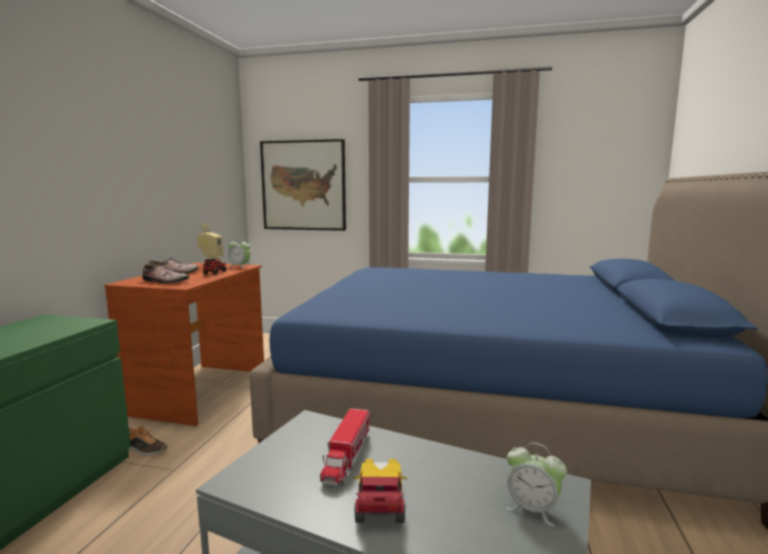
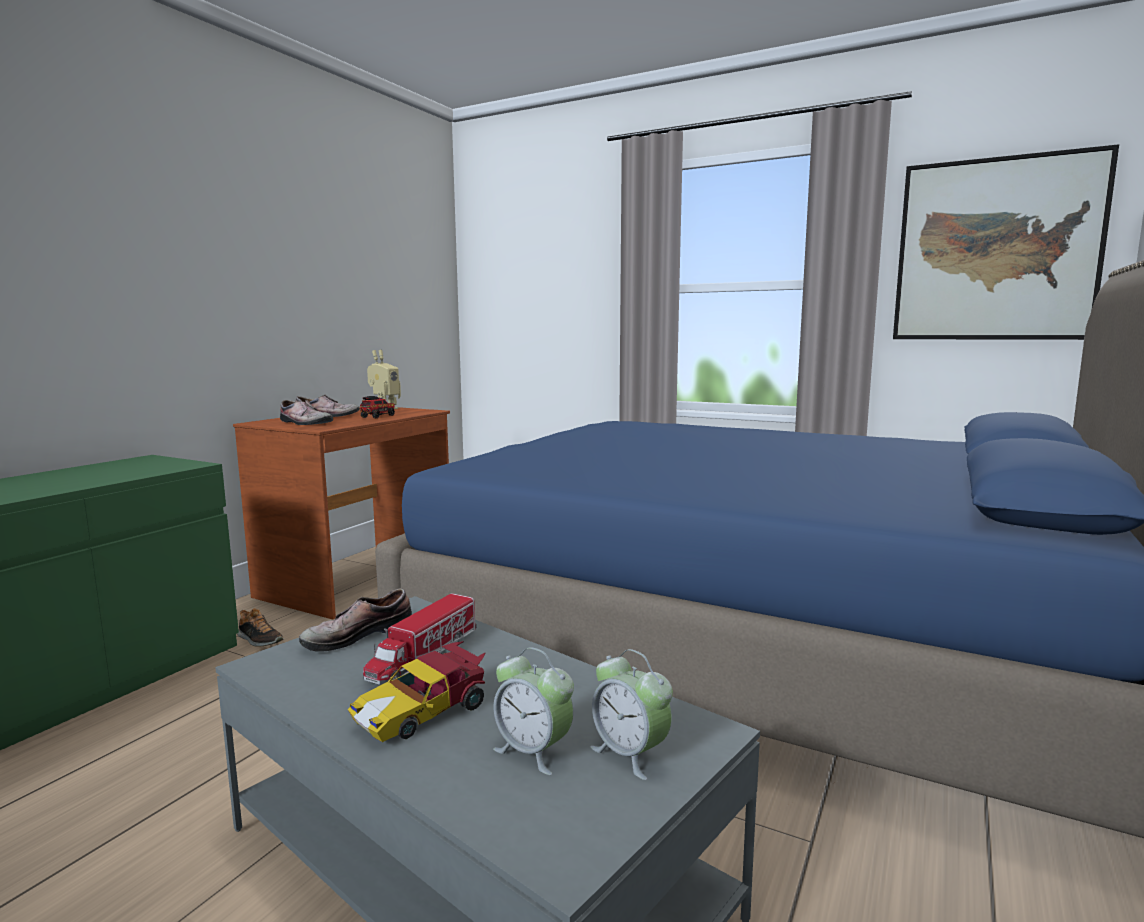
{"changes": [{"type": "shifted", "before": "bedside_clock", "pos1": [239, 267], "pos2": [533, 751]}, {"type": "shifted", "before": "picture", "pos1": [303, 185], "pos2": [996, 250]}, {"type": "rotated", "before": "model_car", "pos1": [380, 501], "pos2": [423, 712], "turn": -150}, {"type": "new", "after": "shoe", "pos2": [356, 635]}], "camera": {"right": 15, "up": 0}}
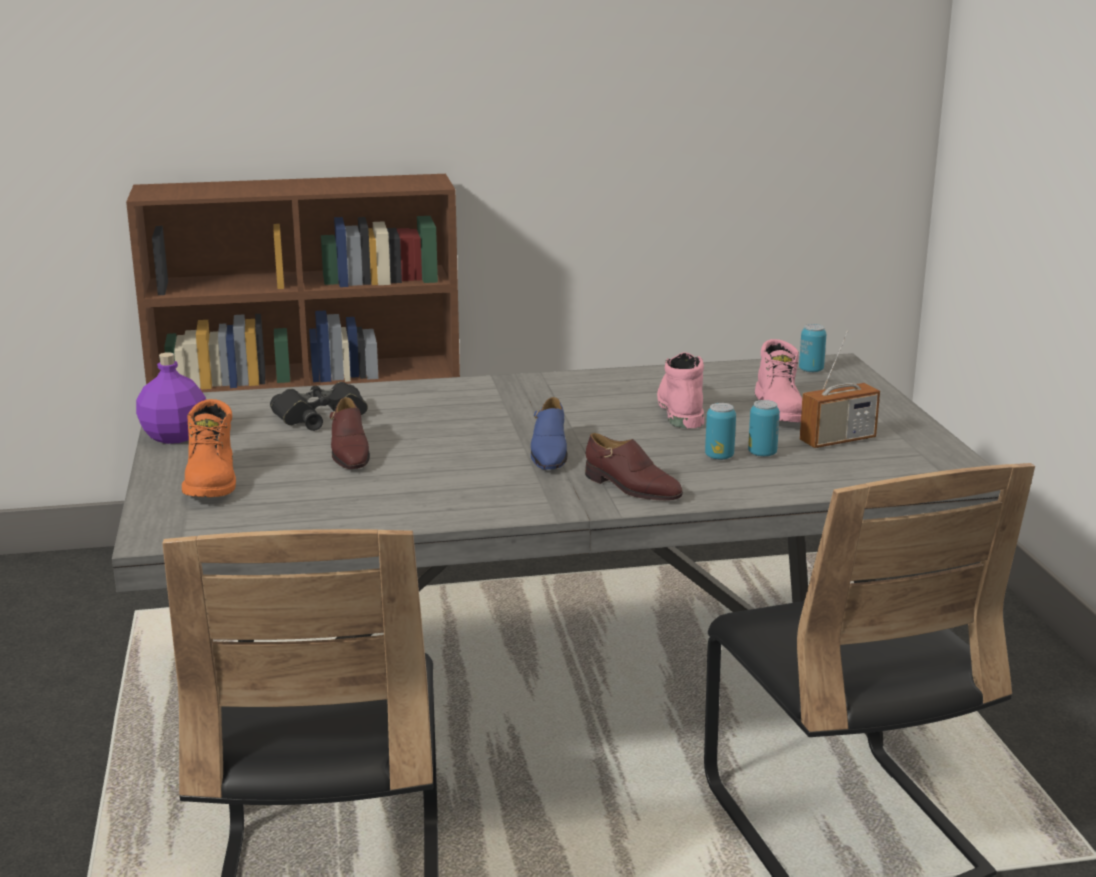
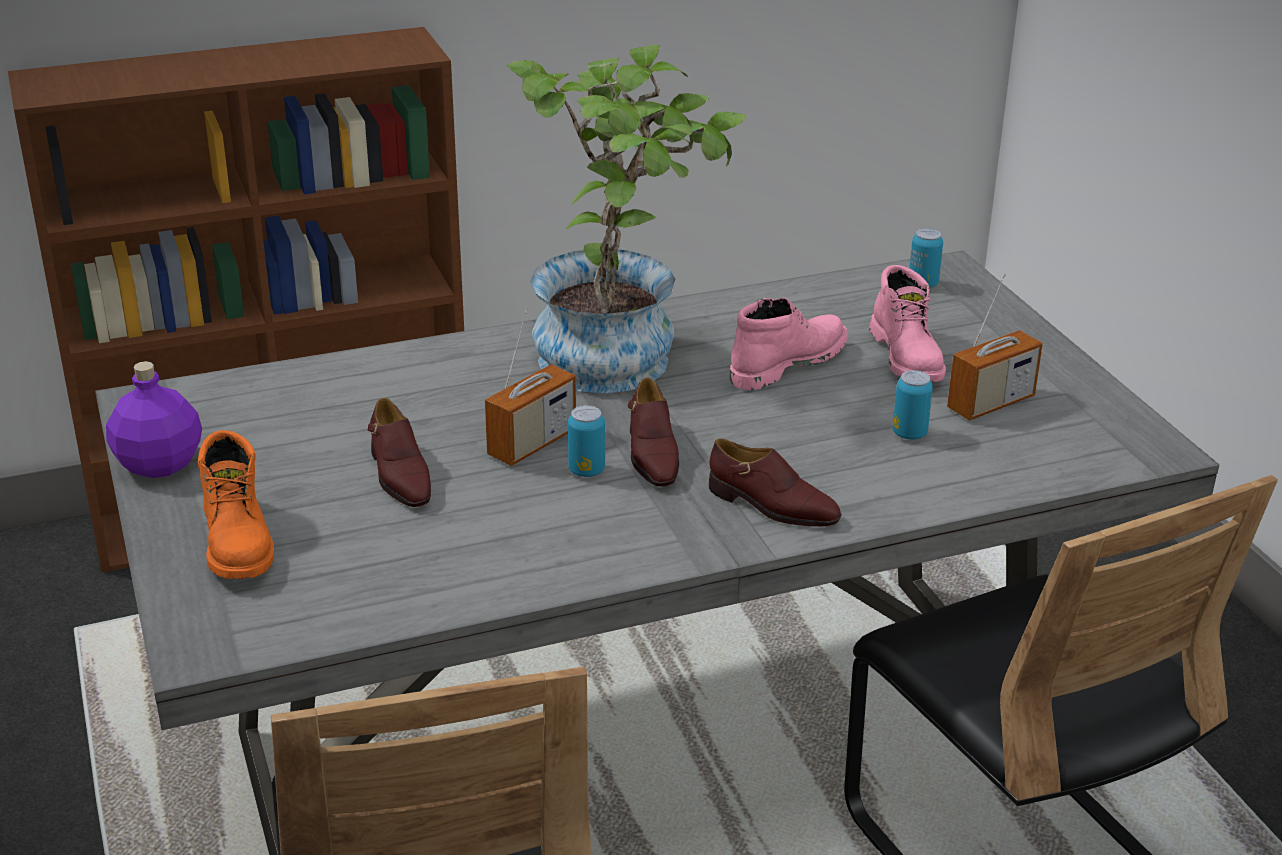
{"changes": [{"type": "gone", "before": "blackish_field_glasses", "pos1": [322, 417]}, {"type": "repainted", "before": "blue_shoe", "after": "brown-coloured_shoe", "pos1": [549, 453], "pos2": [651, 454]}, {"type": "rotated", "before": "pinkish_tall_boot", "pos1": [679, 408], "pos2": [786, 363], "turn": 60}, {"type": "shifted", "before": "can", "pos1": [719, 456], "pos2": [586, 470]}, {"type": "new", "after": "radio_receiver", "pos2": [532, 444]}, {"type": "new", "after": "potted_plant", "pos2": [621, 354]}], "camera": {"right": -10, "up": 10}}
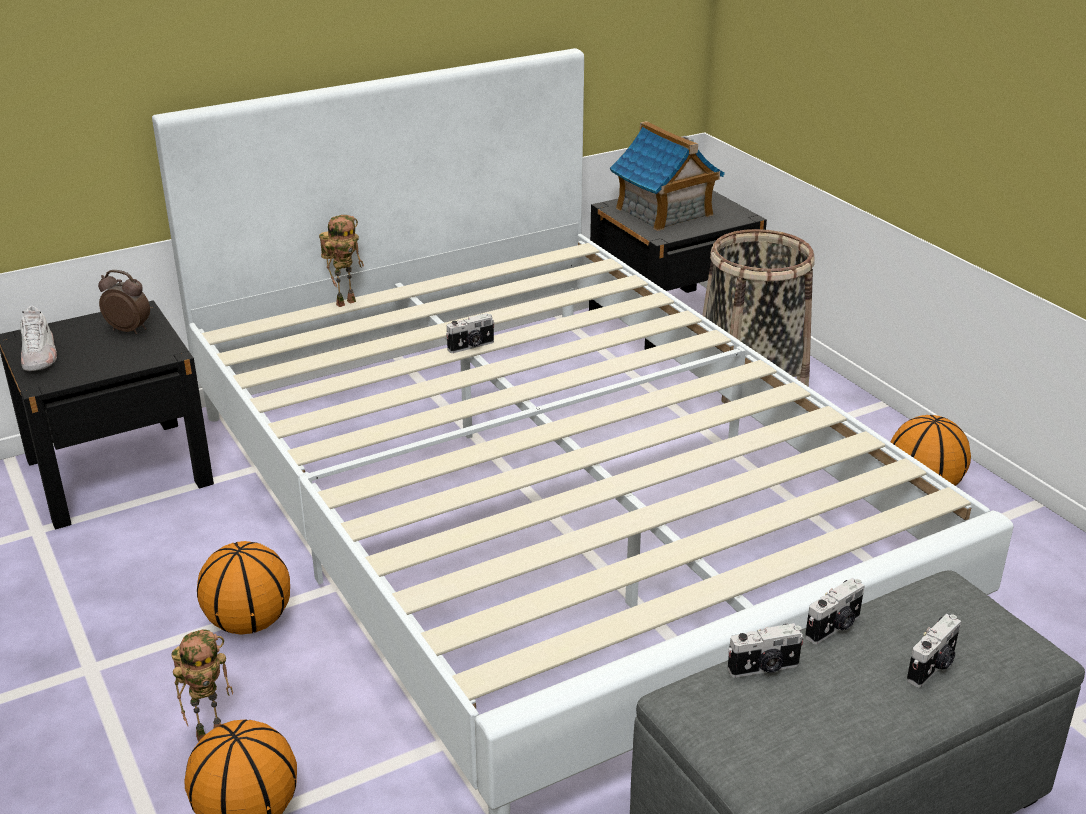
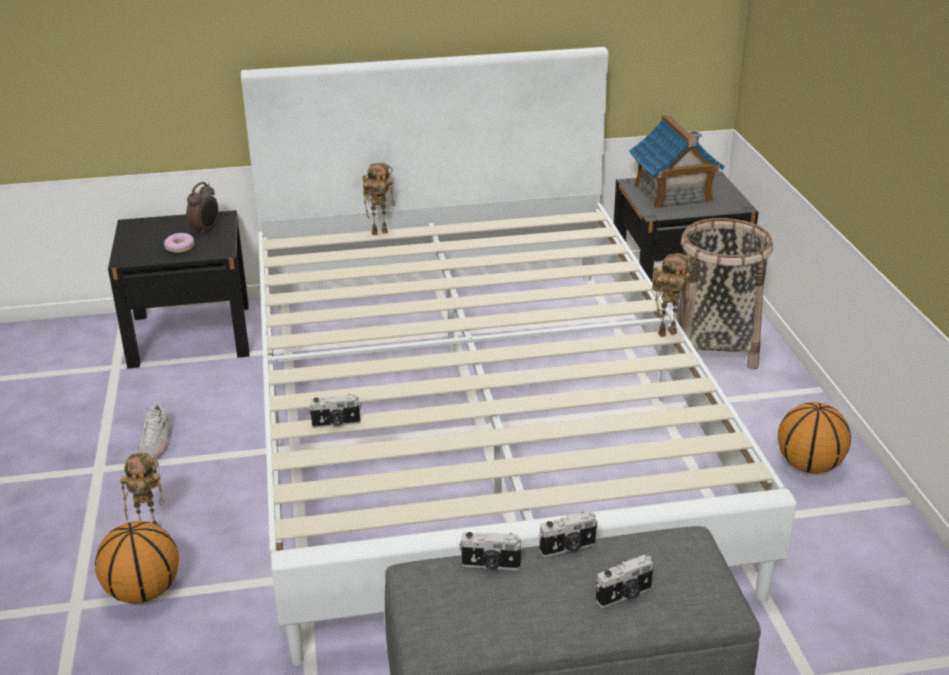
{"changes": [{"type": "shifted", "before": "white-coloured_shoe", "pos1": [39, 355], "pos2": [155, 445]}, {"type": "rotated", "before": "bedside_clock", "pos1": [129, 330], "pos2": [206, 230], "turn": 75}, {"type": "gone", "before": "basketball", "pos1": [248, 623]}, {"type": "shifted", "before": "still_camera", "pos1": [471, 346], "pos2": [336, 424]}, {"type": "new", "after": "donut", "pos2": [179, 247]}, {"type": "new", "after": "robot_figure", "pos2": [667, 332]}], "camera": {"right": 20, "up": 0}}
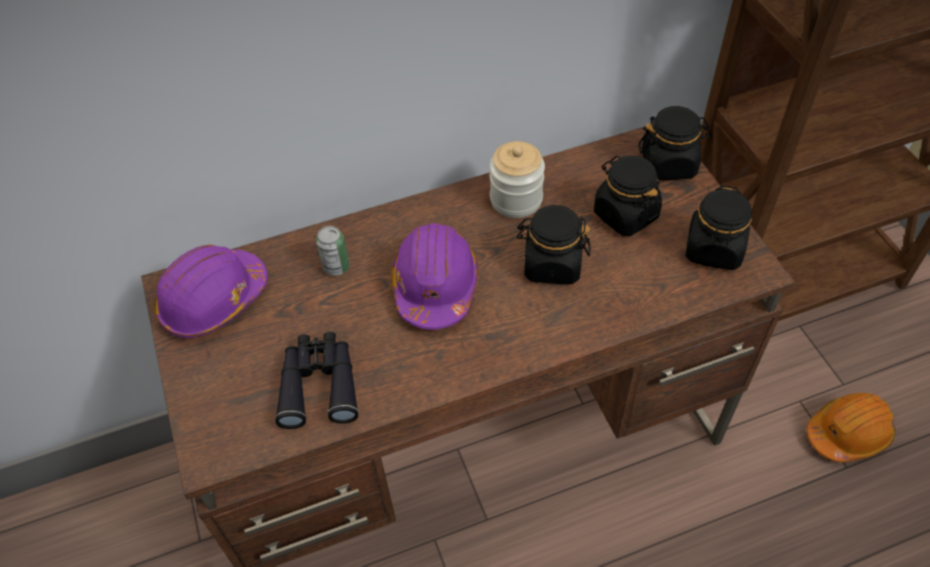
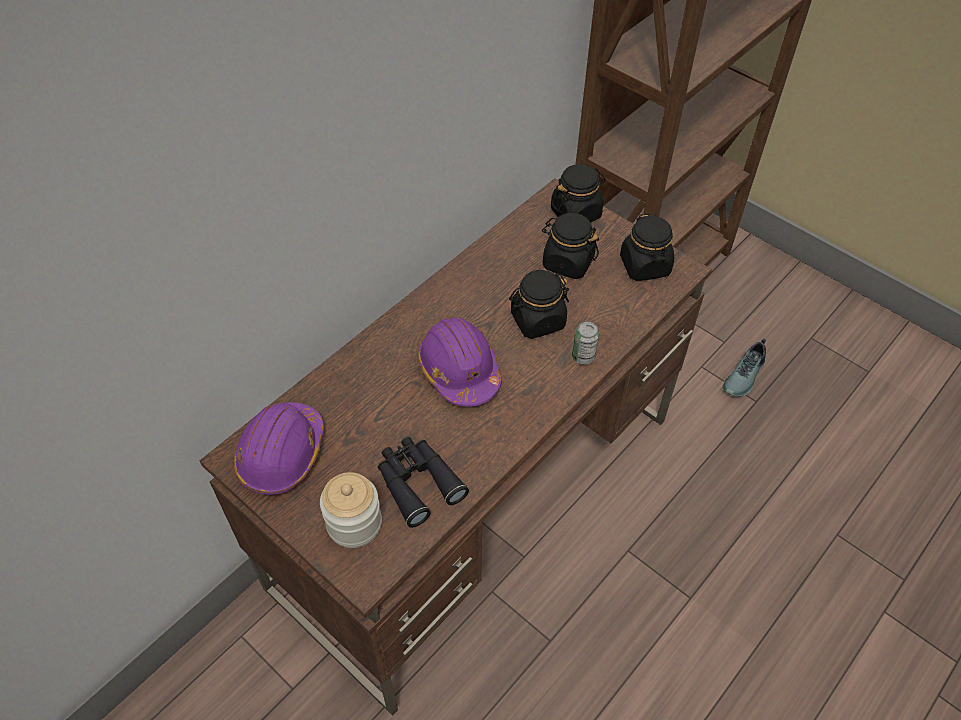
{"changes": [{"type": "shifted", "before": "can", "pos1": [336, 267], "pos2": [583, 357]}, {"type": "shifted", "before": "preserve_jar", "pos1": [516, 199], "pos2": [354, 524]}, {"type": "swapped", "before": "orange-coloured_hard_hat", "after": "shoe", "pos1": [848, 433], "pos2": [745, 376]}], "camera": {"right": -30, "up": 0}}
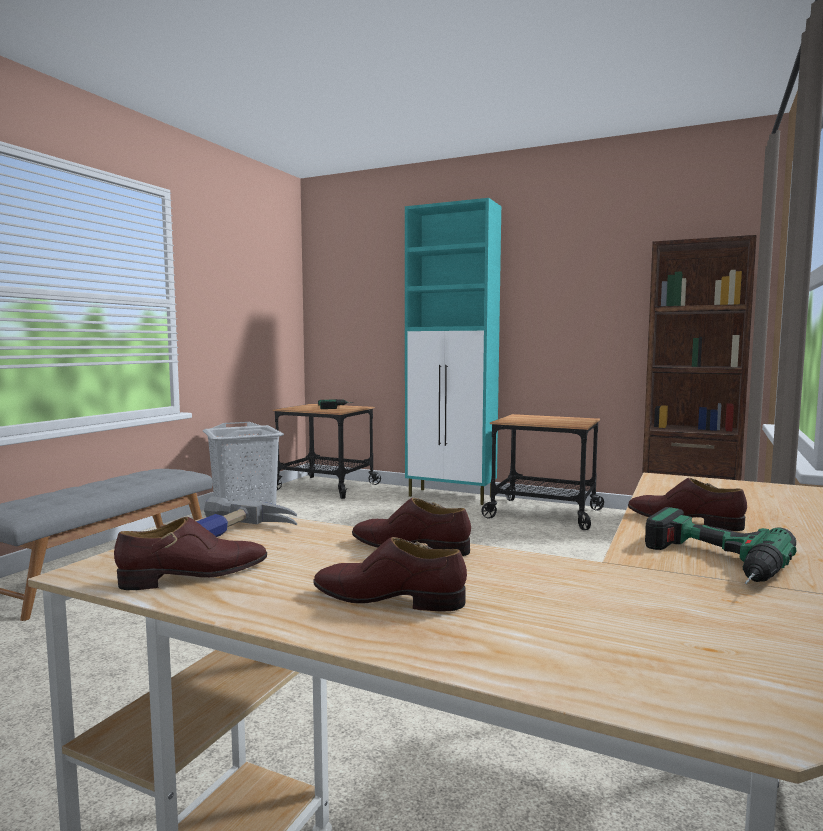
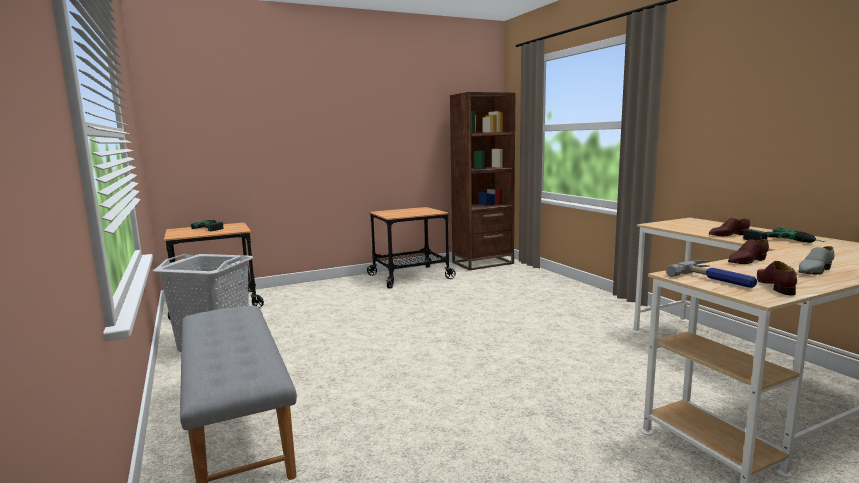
{"changes": [{"type": "repainted", "before": "brown-coloured_shoe", "after": "greyish_shoe", "pos1": [388, 598], "pos2": [814, 271]}, {"type": "gone", "before": "turquoise_storage_cabinet", "pos1": [452, 497]}], "camera": {"right": -50, "up": 5}}
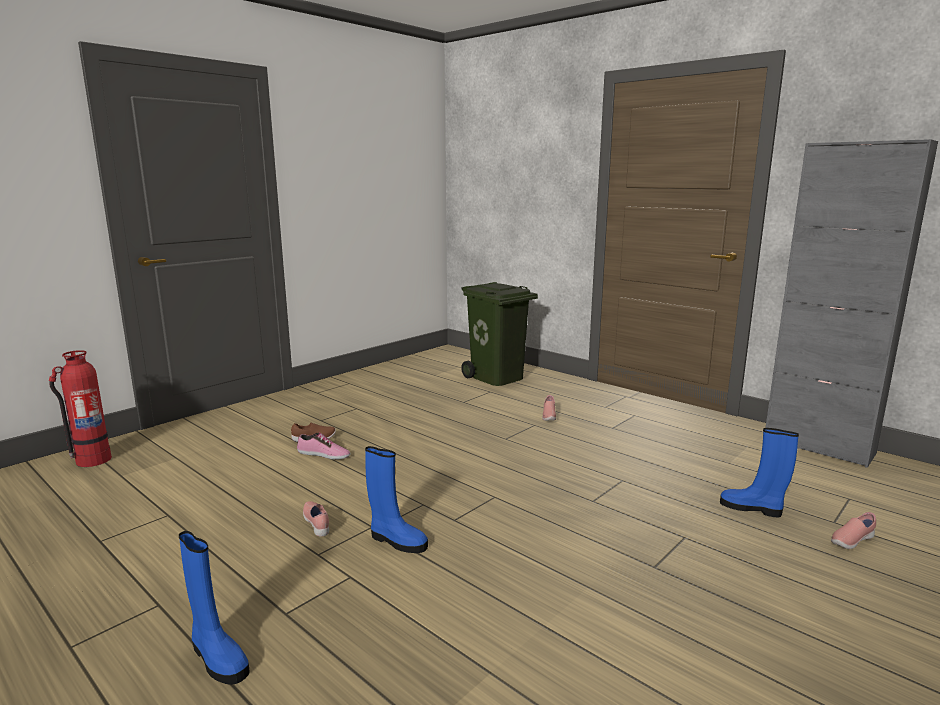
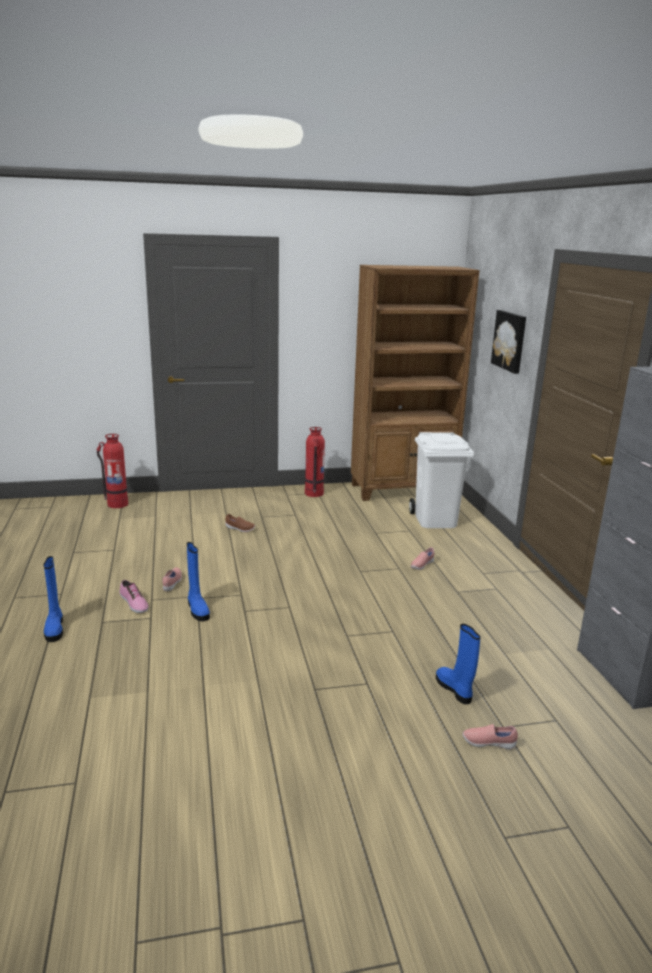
{"changes": [{"type": "shifted", "before": "shoe", "pos1": [323, 454], "pos2": [133, 603]}, {"type": "repainted", "before": "green-coloured_trash_can", "after": "white-coloured_trash_can", "pos1": [496, 377], "pos2": [434, 520]}, {"type": "new", "after": "fire_extinguisher", "pos2": [313, 493]}, {"type": "new", "after": "brown-coloured_shelving_unit", "pos2": [402, 490]}, {"type": "new", "after": "picture", "pos2": [510, 341]}], "camera": {"right": 35, "up": 5}}
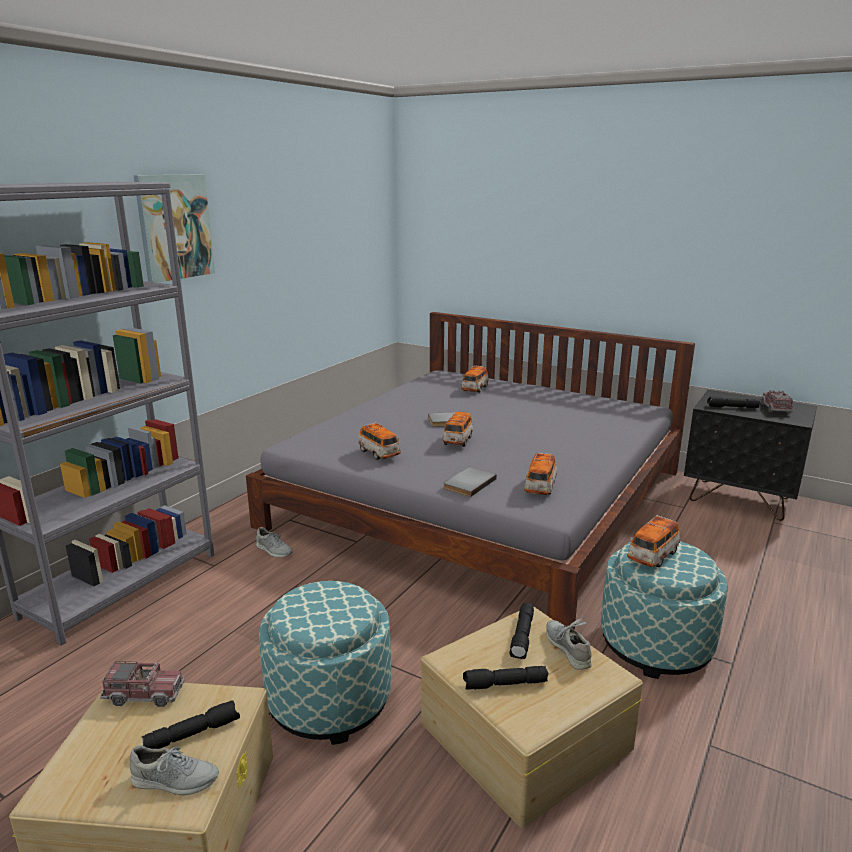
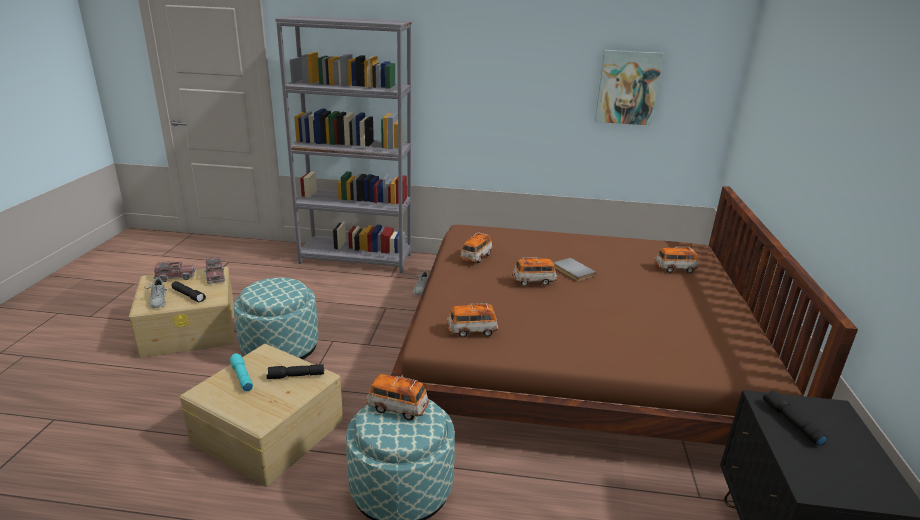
{"changes": [{"type": "shifted", "before": "picture", "pos1": [174, 227], "pos2": [627, 87]}, {"type": "repainted", "before": "greyish_bed", "after": "brown-coloured_bed", "pos1": [481, 497], "pos2": [577, 353]}, {"type": "gone", "before": "greyish_volume", "pos1": [468, 483]}, {"type": "repainted", "before": "blackish_hand_torch", "after": "turquoise_hand_torch", "pos1": [504, 685], "pos2": [241, 377]}, {"type": "gone", "before": "greyish_shoe", "pos1": [568, 648]}, {"type": "shifted", "before": "model_truck", "pos1": [775, 408], "pos2": [175, 277]}], "camera": {"right": 65, "up": 5}}
